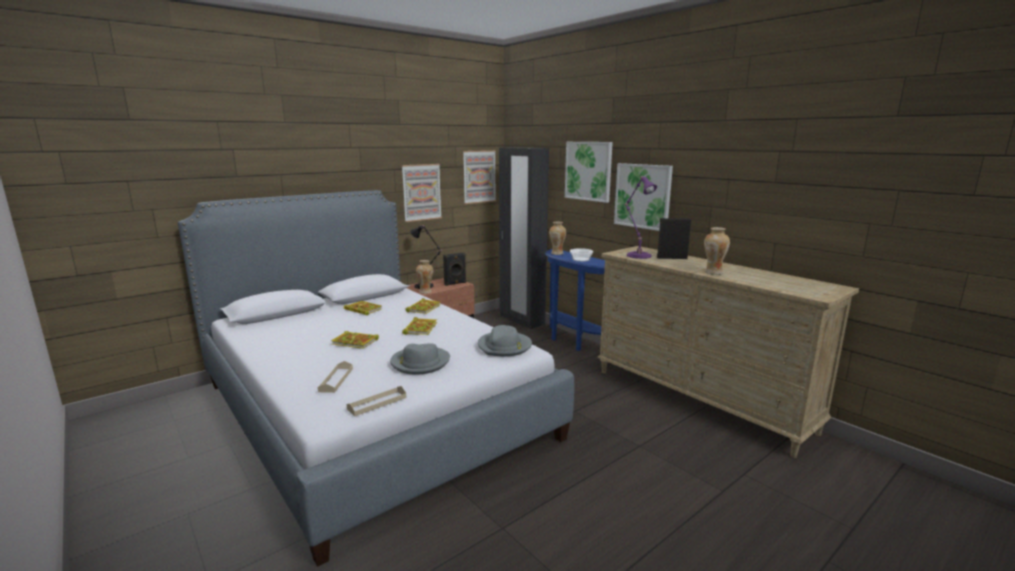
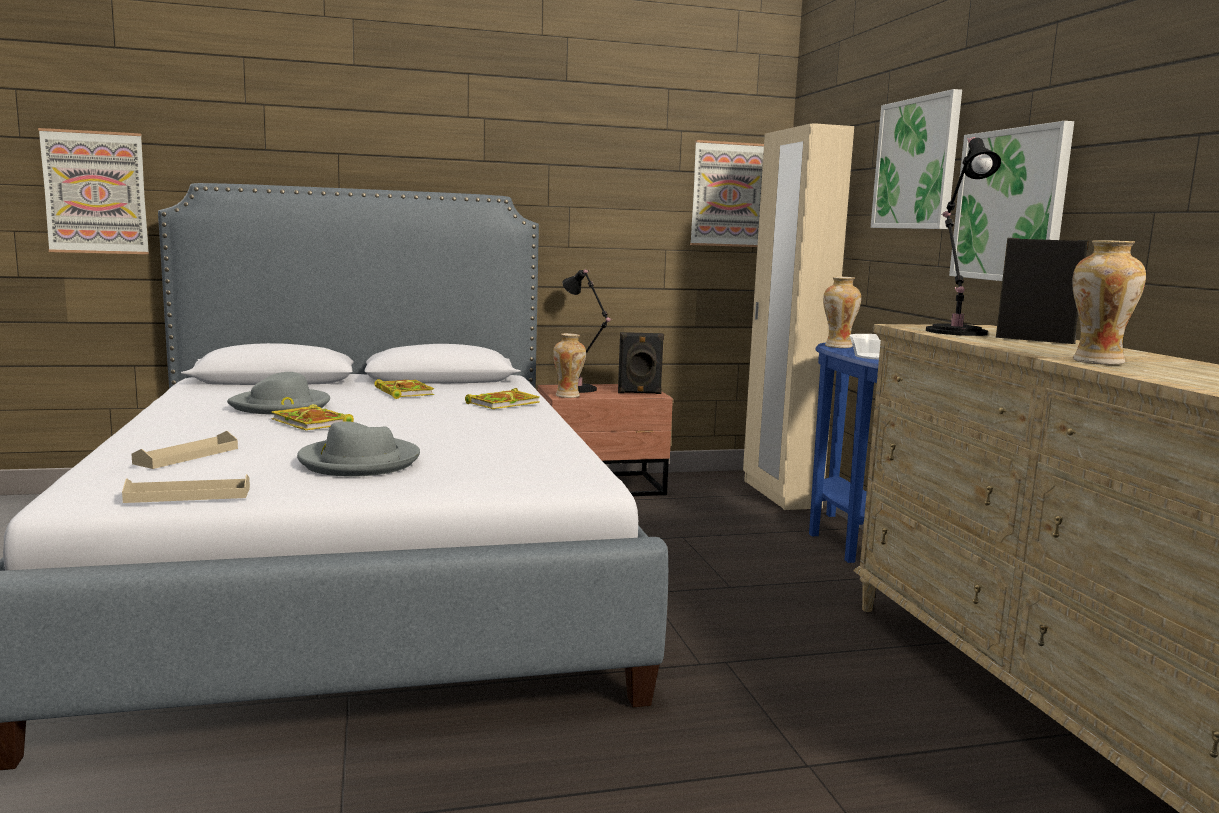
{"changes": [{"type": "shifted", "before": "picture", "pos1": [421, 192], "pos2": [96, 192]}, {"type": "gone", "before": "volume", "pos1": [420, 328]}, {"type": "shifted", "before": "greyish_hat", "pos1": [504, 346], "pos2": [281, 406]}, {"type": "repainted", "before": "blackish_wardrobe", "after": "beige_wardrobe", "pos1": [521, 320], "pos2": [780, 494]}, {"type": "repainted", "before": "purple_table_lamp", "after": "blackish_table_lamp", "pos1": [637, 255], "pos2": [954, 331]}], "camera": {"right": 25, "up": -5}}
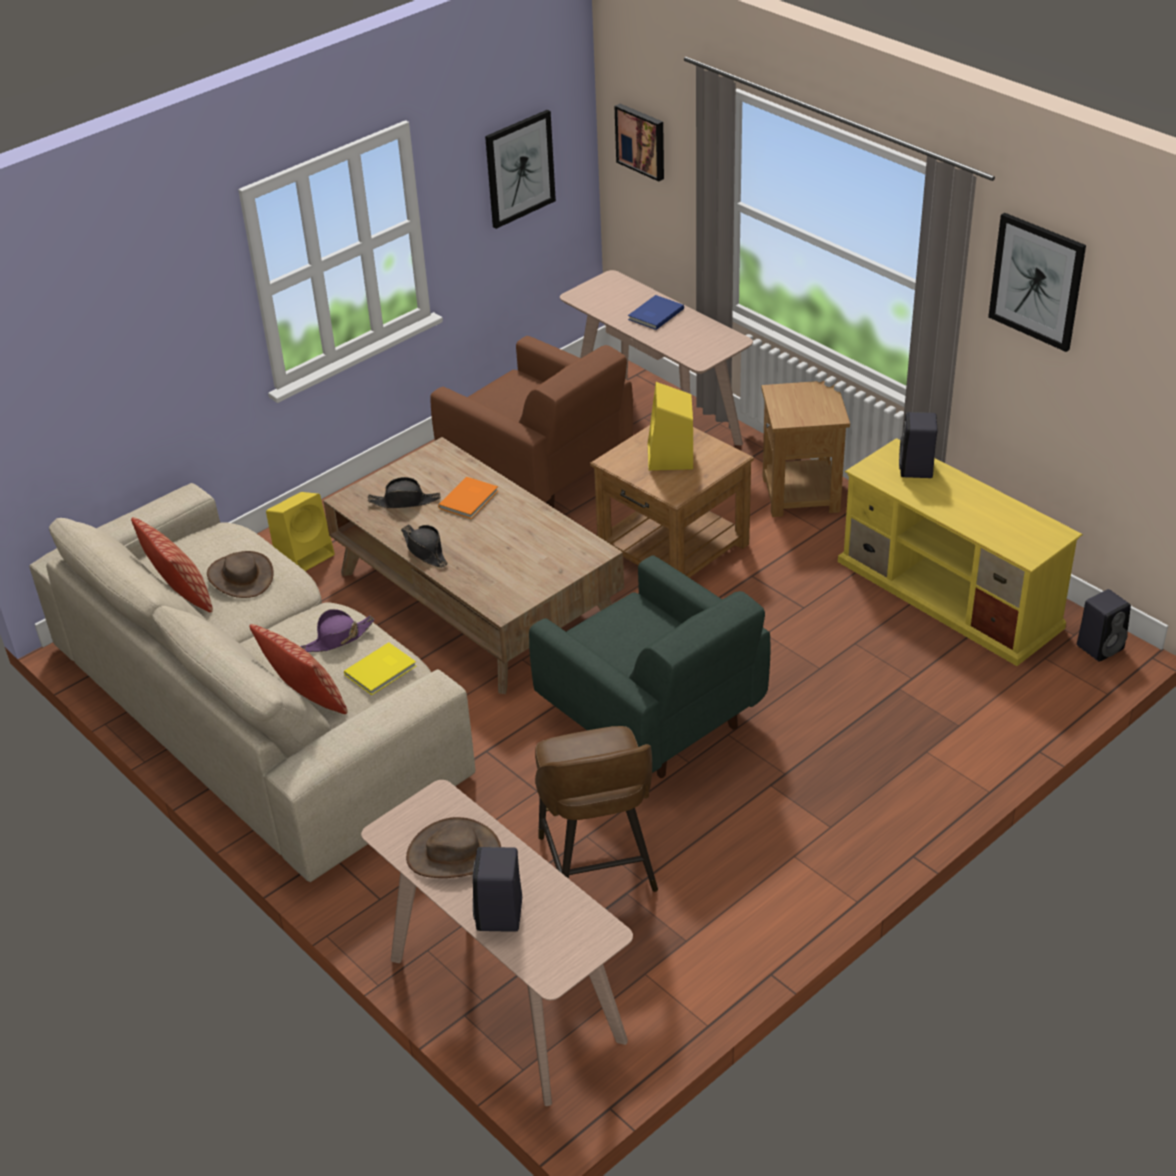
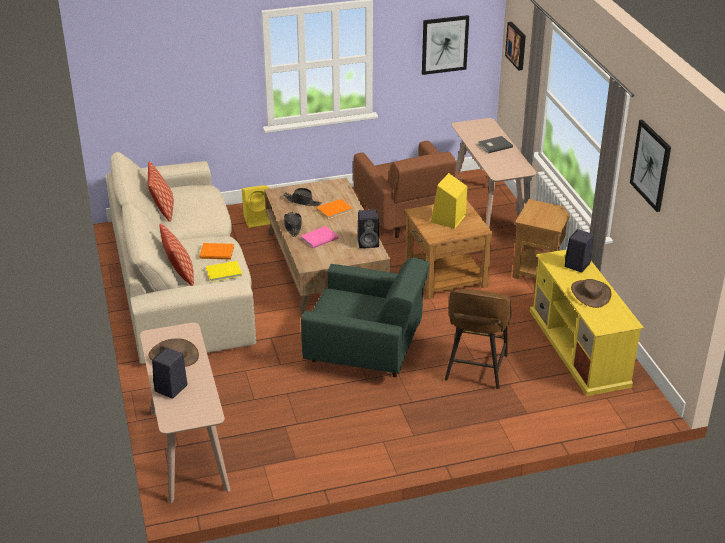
{"changes": [{"type": "shifted", "before": "brown-coloured_hat", "pos1": [241, 576], "pos2": [590, 294]}, {"type": "swapped", "before": "purple_hat", "after": "orange-coloured_volume", "pos1": [338, 638], "pos2": [216, 252]}, {"type": "rotated", "before": "green-coloured_easy_chair", "pos1": [653, 717], "pos2": [366, 351], "turn": -60}, {"type": "shifted", "before": "brown-coloured_stool_seat", "pos1": [598, 867], "pos2": [475, 369]}, {"type": "repainted", "before": "blue_volume", "after": "greyish_volume", "pos1": [654, 314], "pos2": [494, 145]}, {"type": "shifted", "before": "blackish_speaker", "pos1": [1100, 646], "pos2": [369, 243]}, {"type": "new", "after": "pinkish_volume", "pos2": [318, 238]}], "camera": {"right": 25, "up": -5}}
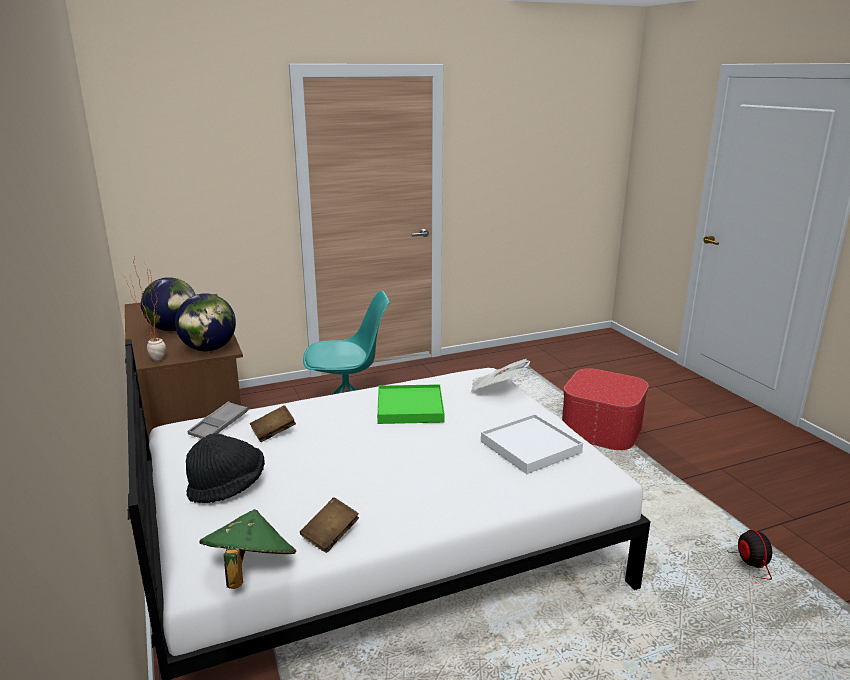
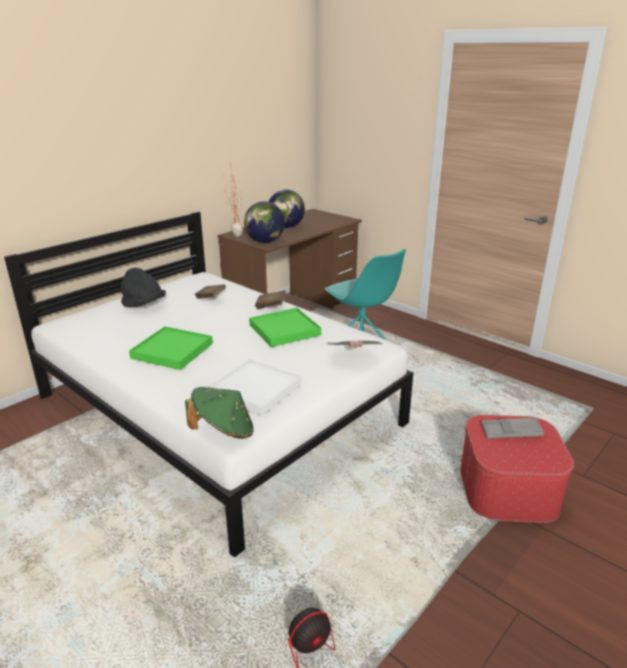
{"changes": [{"type": "shifted", "before": "greyish_tray", "pos1": [219, 425], "pos2": [511, 432]}, {"type": "shifted", "before": "green-coloured_hat", "pos1": [250, 571], "pos2": [224, 431]}, {"type": "shifted", "before": "brown-coloured_volume", "pos1": [330, 535], "pos2": [270, 306]}, {"type": "new", "after": "green-coloured_tray", "pos2": [172, 351]}], "camera": {"right": 65, "up": 5}}
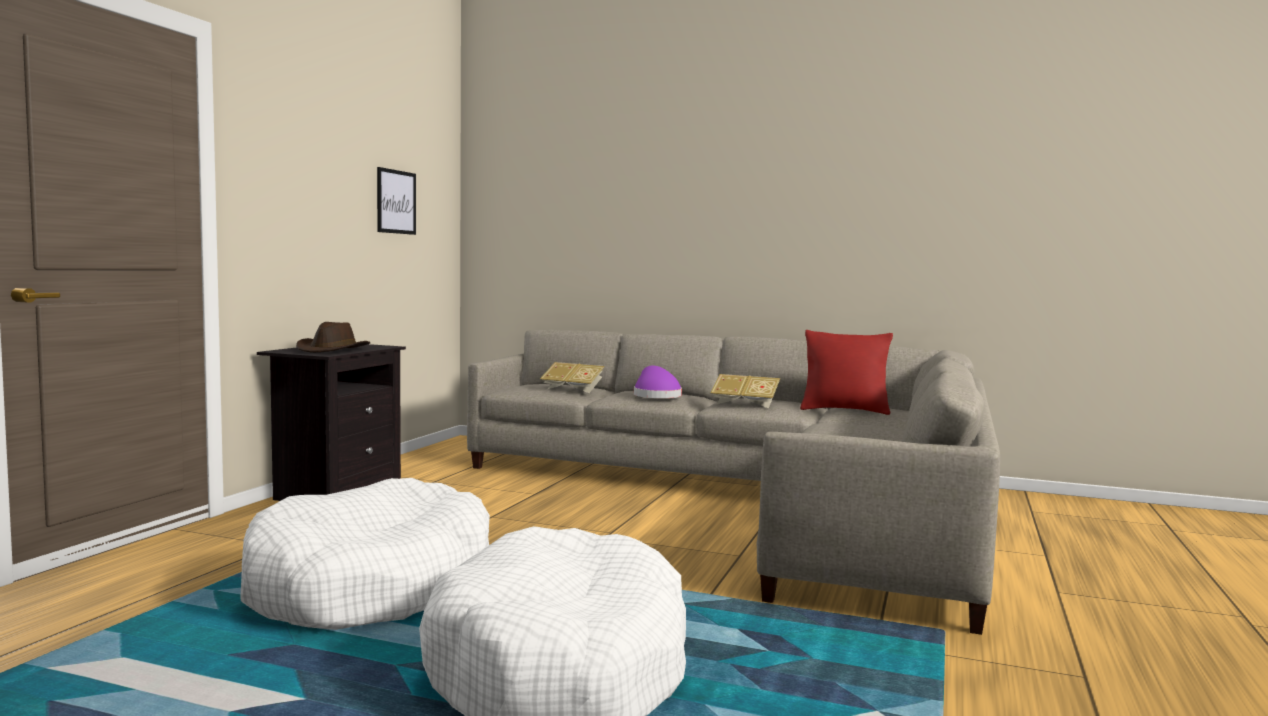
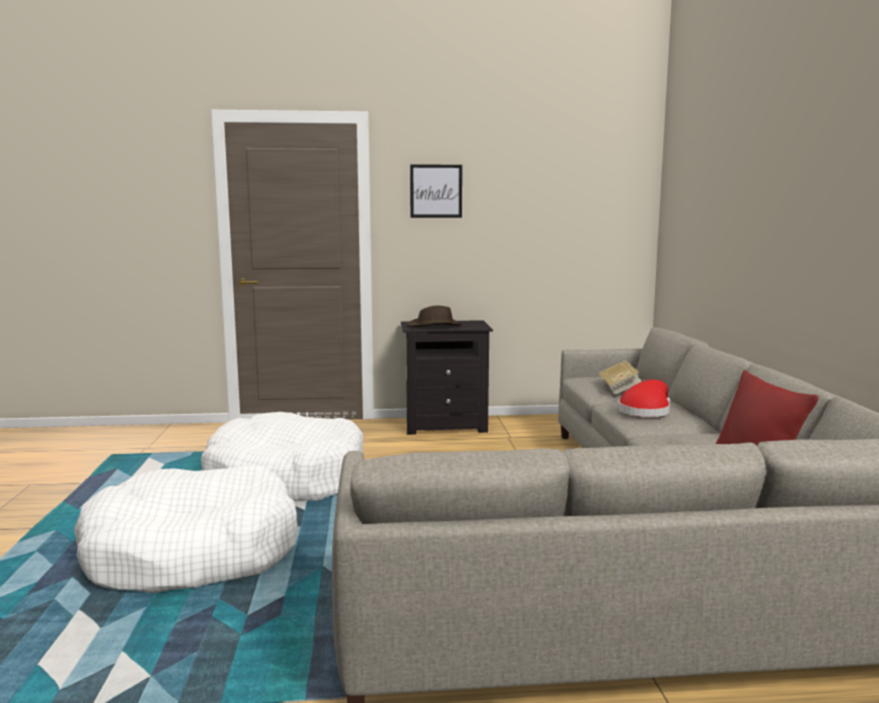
{"changes": [{"type": "shifted", "before": "picture", "pos1": [396, 202], "pos2": [436, 191]}, {"type": "repainted", "before": "purple_hat", "after": "red_hat", "pos1": [655, 396], "pos2": [645, 411]}, {"type": "gone", "before": "volume", "pos1": [745, 404]}], "camera": {"right": 65, "up": 5}}
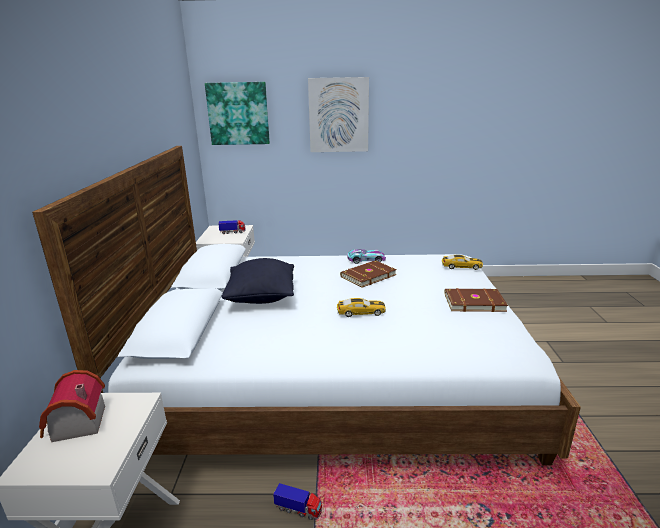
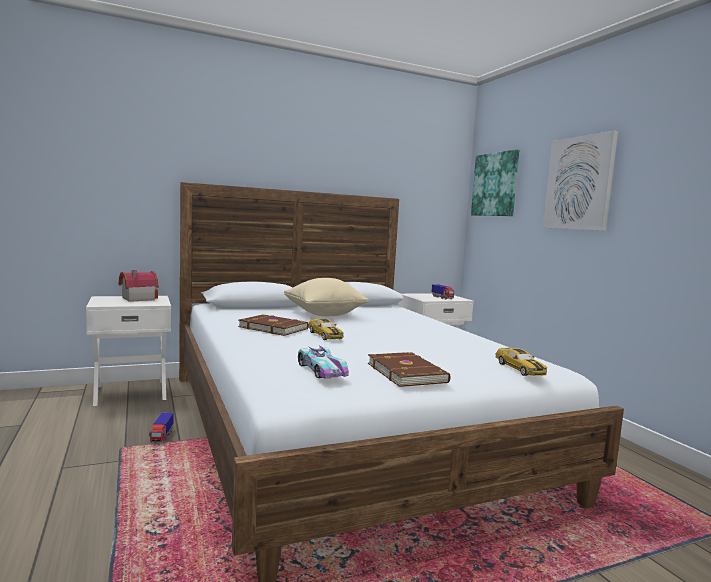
{"changes": [{"type": "repainted", "before": "blackish_throw_pillow", "after": "beige_throw_pillow", "pos1": [261, 298], "pos2": [324, 314]}, {"type": "shifted", "before": "brown-coloured_volume", "pos1": [367, 275], "pos2": [273, 328]}, {"type": "shifted", "before": "model_car", "pos1": [366, 260], "pos2": [322, 370]}], "camera": {"right": 65, "up": -15}}
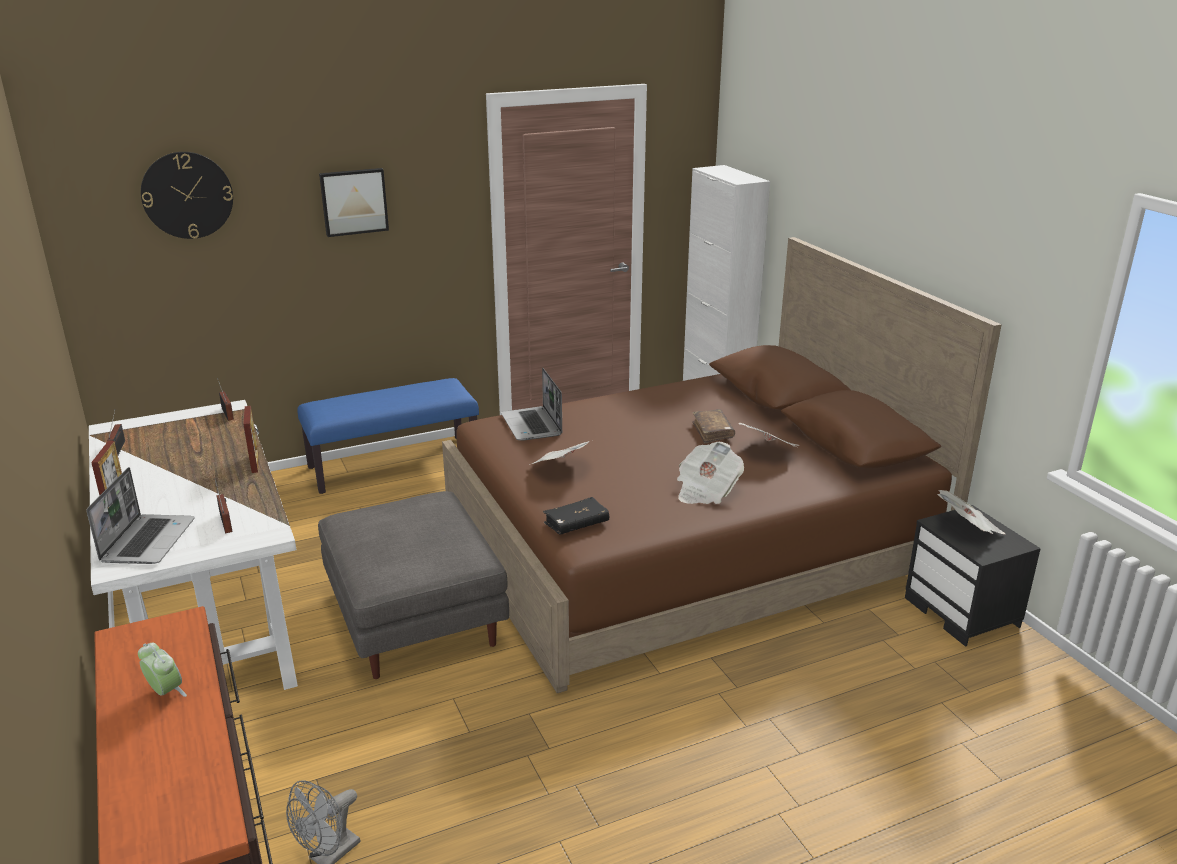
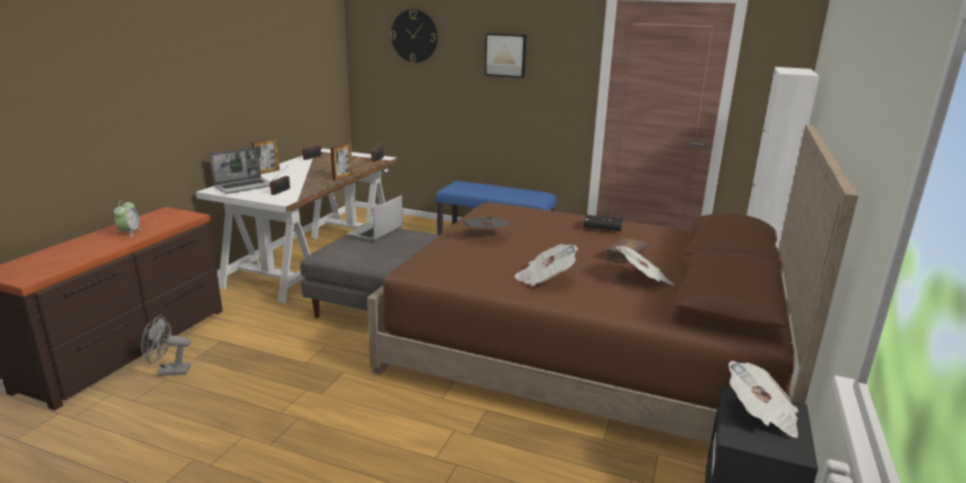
{"changes": [{"type": "shifted", "before": "notebook_computer", "pos1": [532, 425], "pos2": [375, 232]}, {"type": "shifted", "before": "blackish_volume", "pos1": [576, 524], "pos2": [602, 228]}], "camera": {"right": 45, "up": -5}}
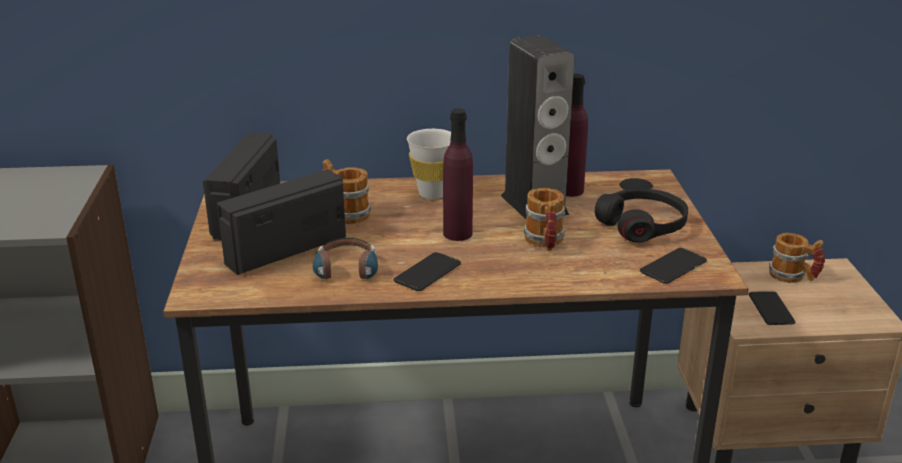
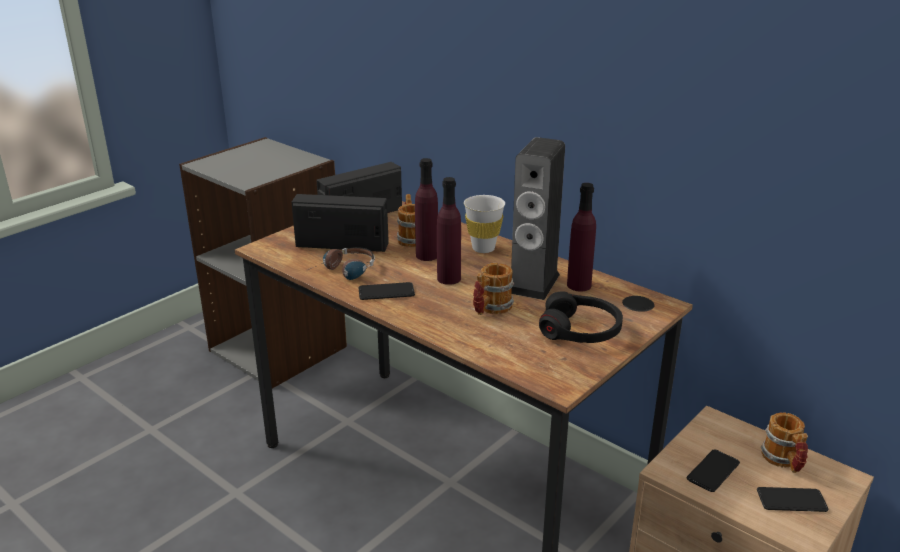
{"changes": [{"type": "shifted", "before": "telephone", "pos1": [673, 267], "pos2": [791, 500]}, {"type": "new", "after": "purple_beverage_bottle", "pos2": [427, 255]}], "camera": {"right": 45, "up": 0}}
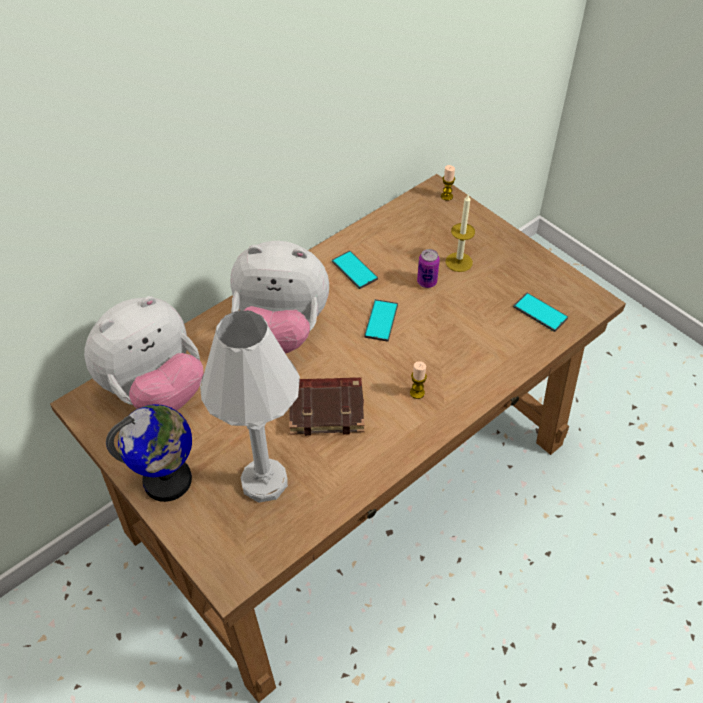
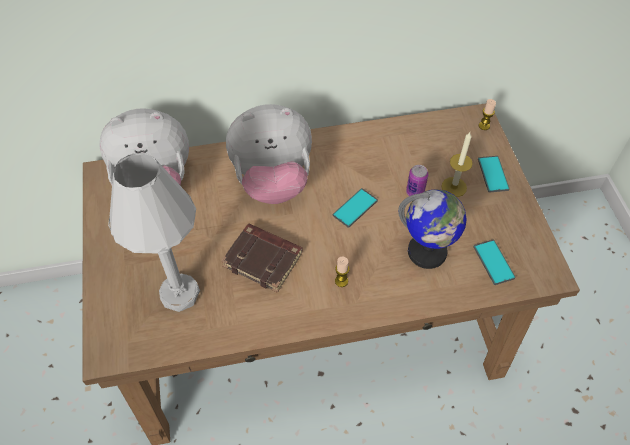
{"changes": [{"type": "shifted", "before": "desk_globe", "pos1": [168, 481], "pos2": [427, 252]}, {"type": "rotated", "before": "soft_toy", "pos1": [280, 331], "pos2": [273, 181], "turn": -45}, {"type": "shifted", "before": "telephone", "pos1": [354, 270], "pos2": [492, 174]}], "camera": {"right": 30, "up": 5}}
